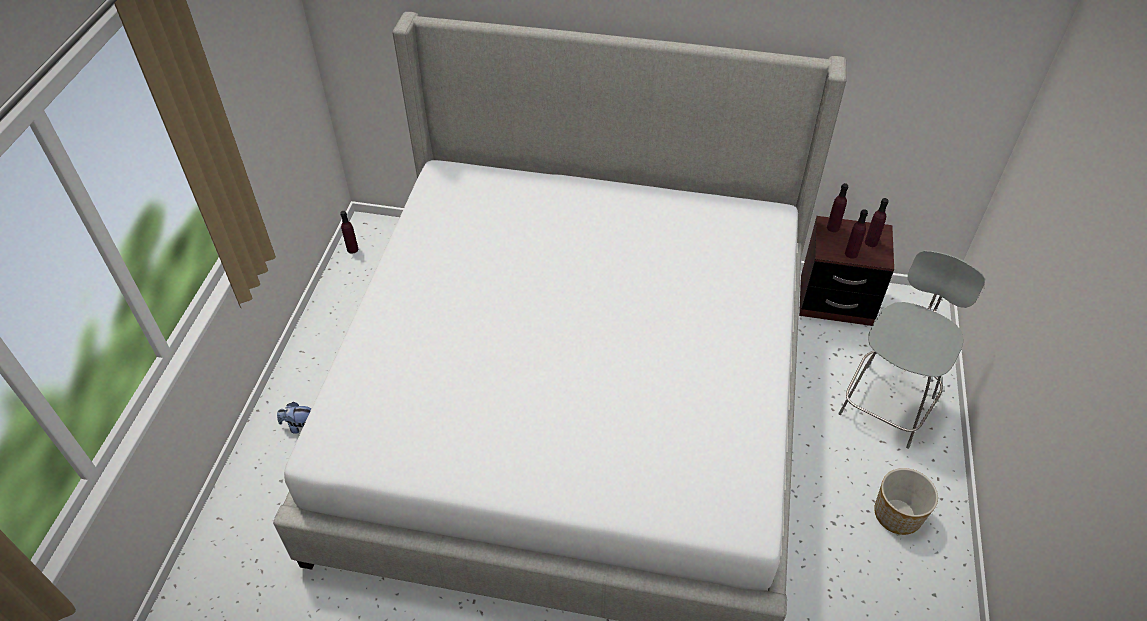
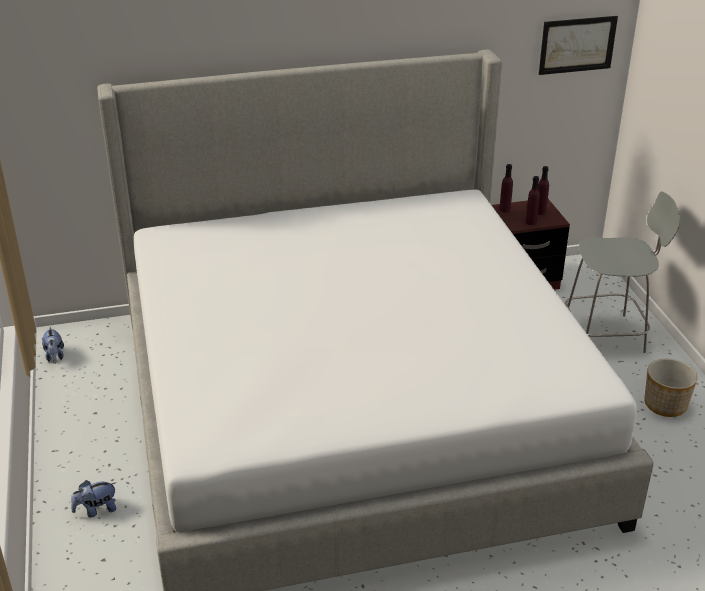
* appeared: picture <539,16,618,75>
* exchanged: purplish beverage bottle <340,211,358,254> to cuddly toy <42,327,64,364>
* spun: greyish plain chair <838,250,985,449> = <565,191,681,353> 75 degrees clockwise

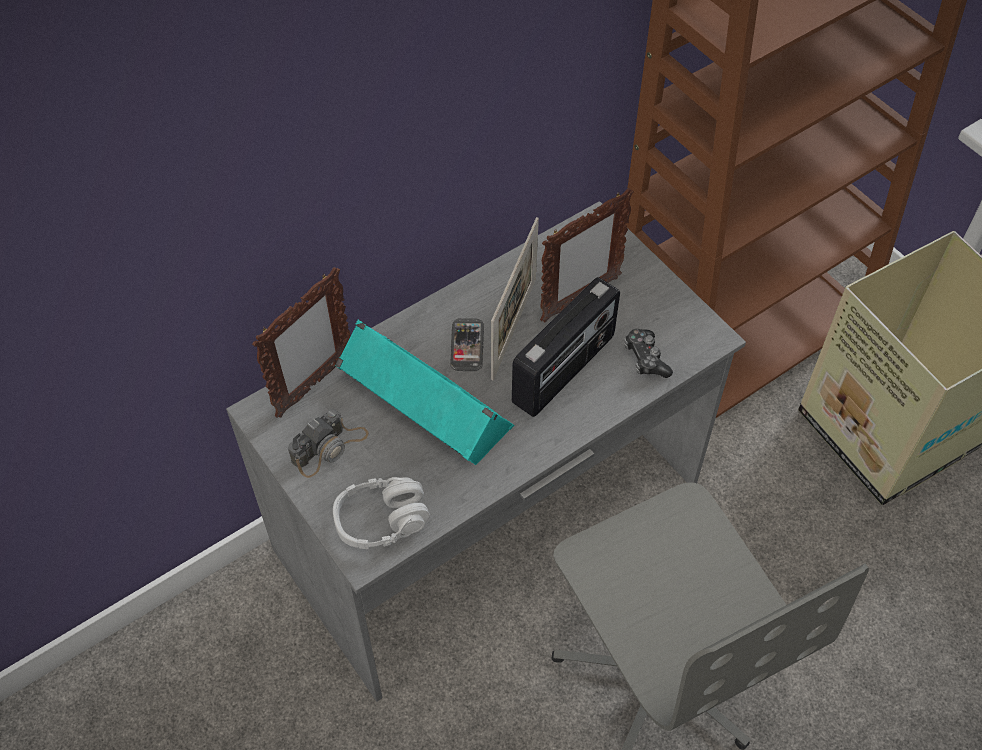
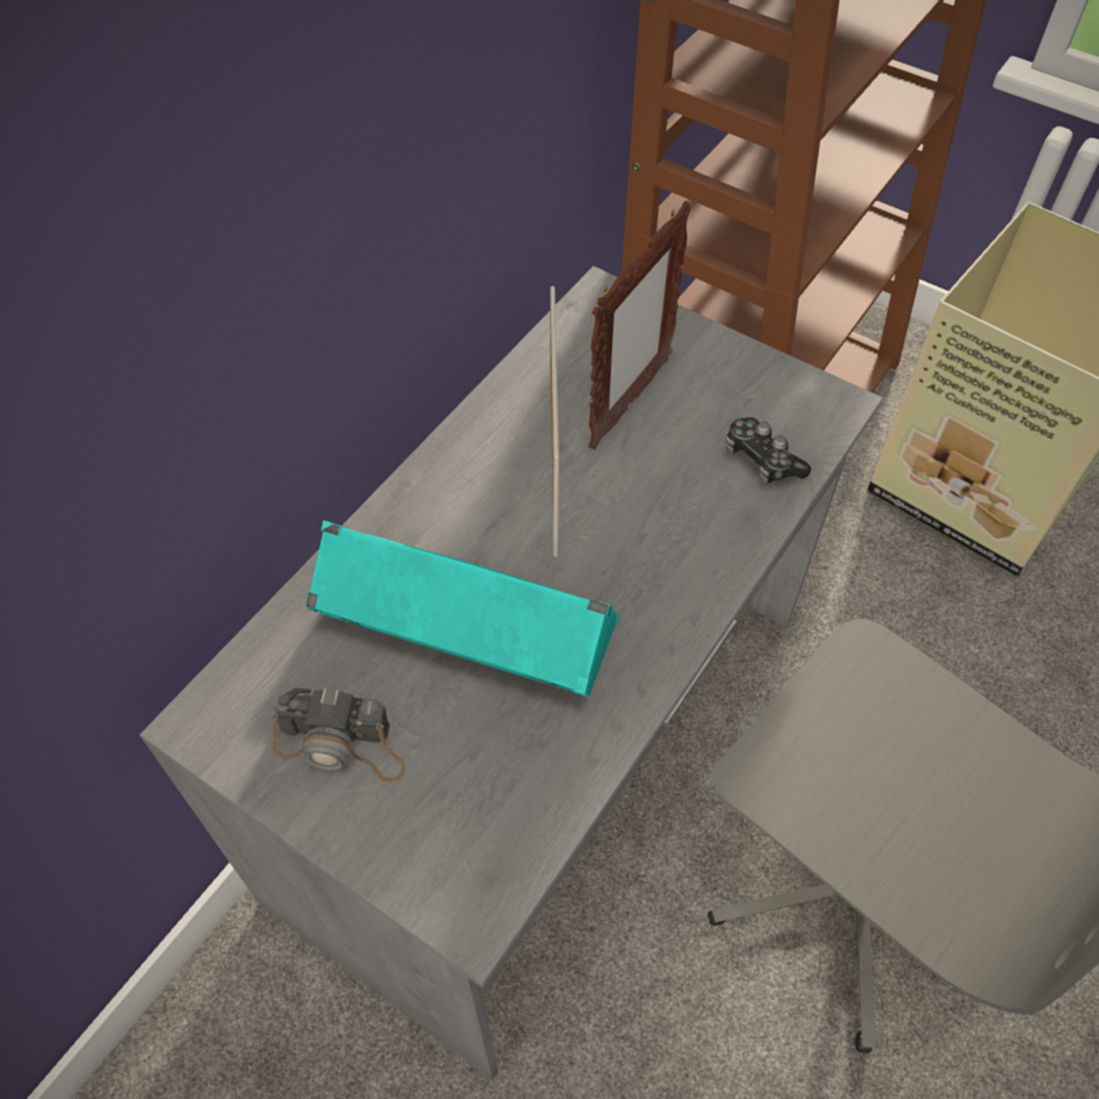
* missing: photo frame <252,267,350,418>
* missing: greyish headphones <333,477,430,549>
* missing: handset <450,318,484,371>
* missing: radio set <512,277,620,417>
* spun: still camera <288,409,369,478> = <271,688,406,783> 75 degrees clockwise

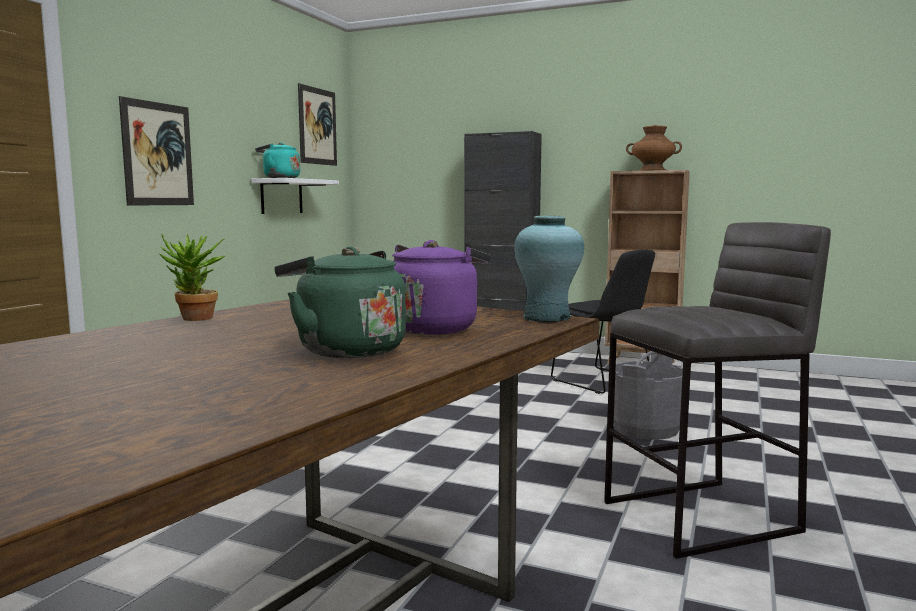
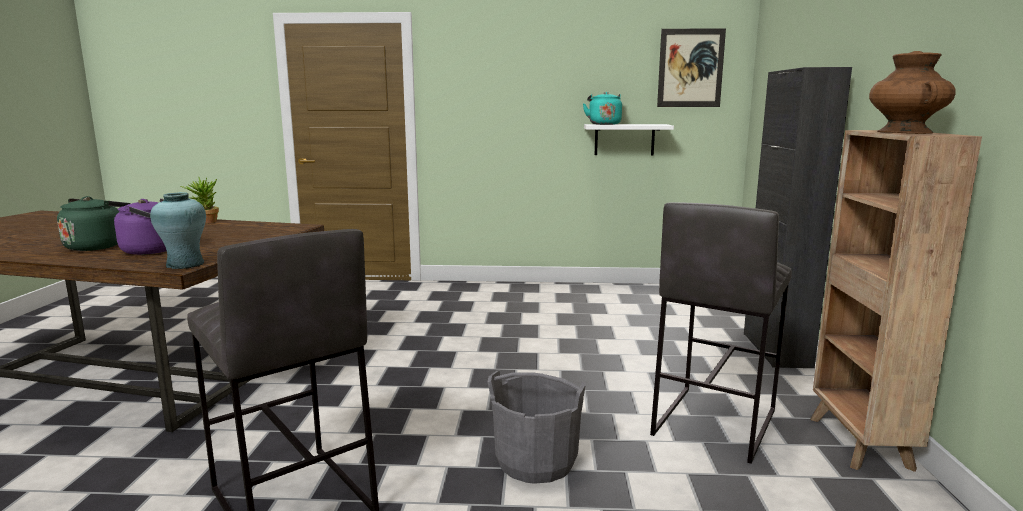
* missing: picture <119,96,194,206>
* exchanged: black-coloured plain chair <551,250,655,394> to greyish stool <650,202,792,464>

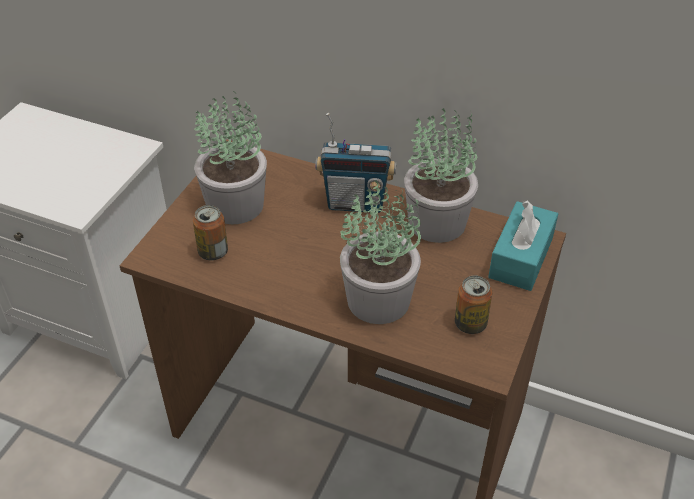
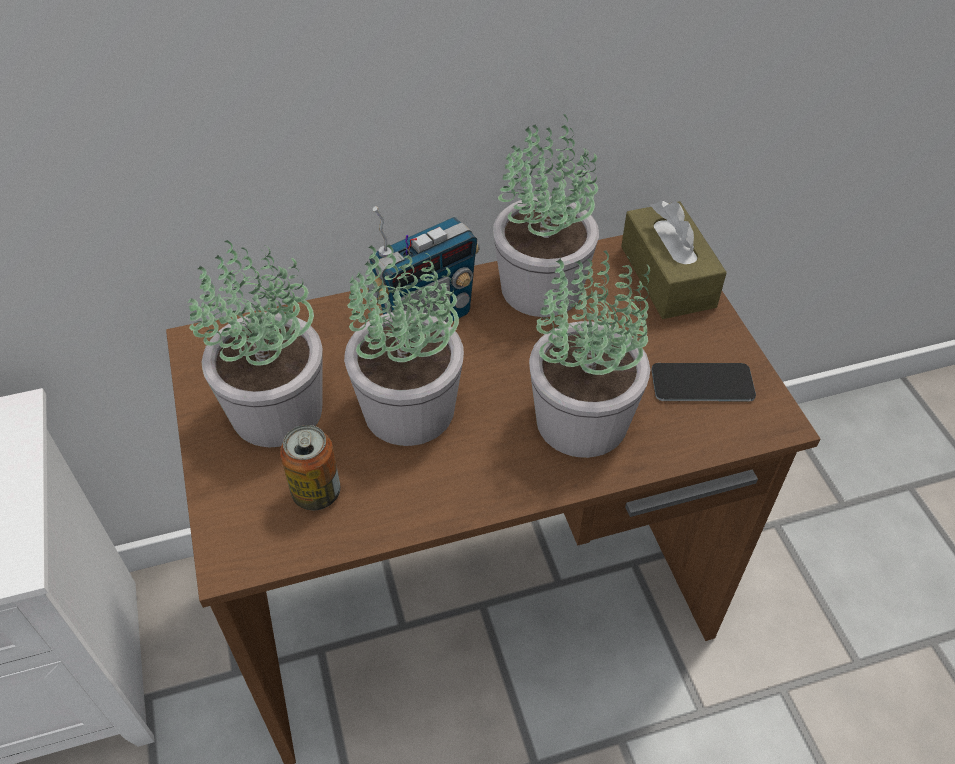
* appeared: houseplant <344,245,464,446>
* exchanged: can <455,275,492,334> to handset <651,363,756,401>
* colour: turquoise-coloured tissue holder <488,200,558,291> to brown tissue holder <621,201,727,319>

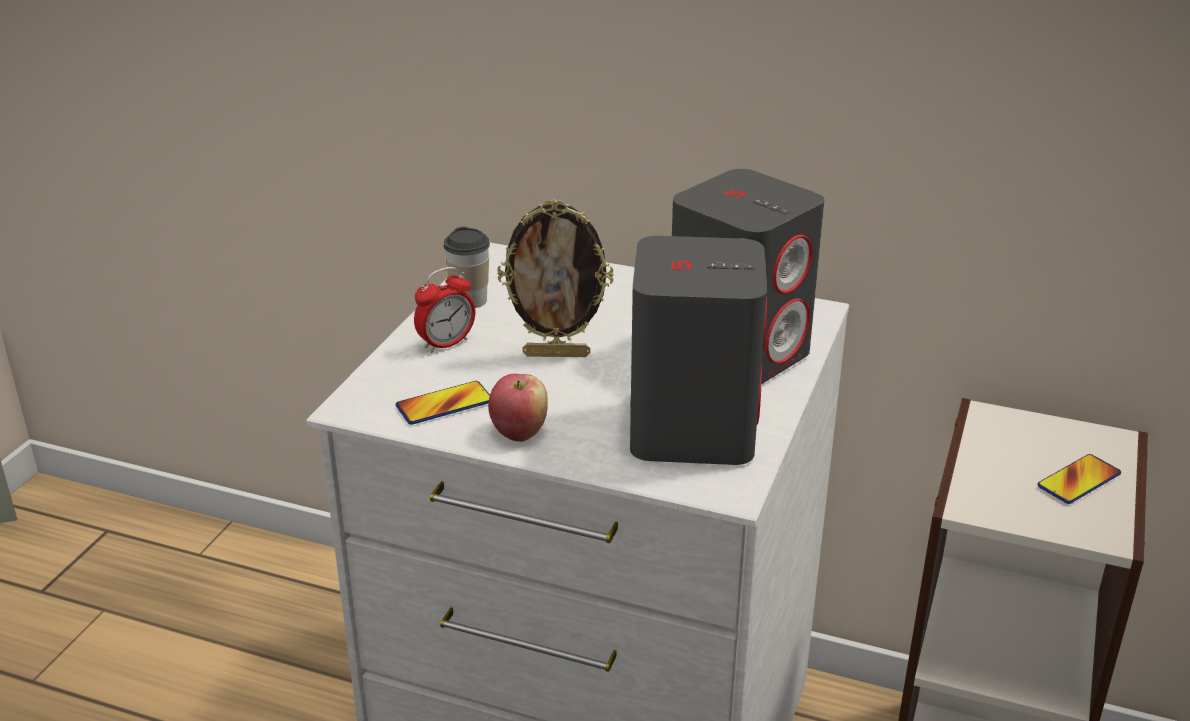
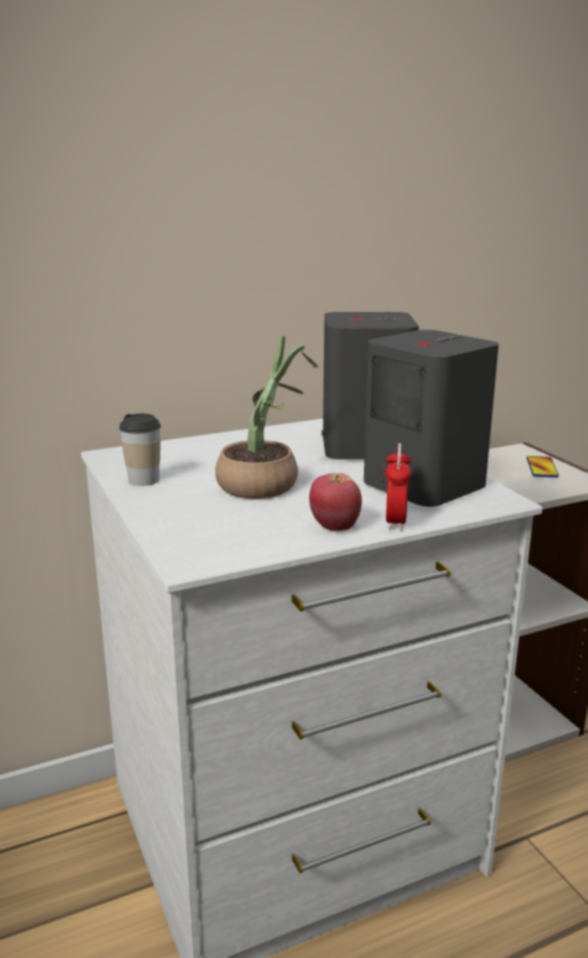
* missing: handset <396,381,490,425>
* relocated: bedside clock <414,267,475,353> to <385,443,412,531>
* exchanged: photo frame <497,199,614,357> to houseplant <215,336,318,499>

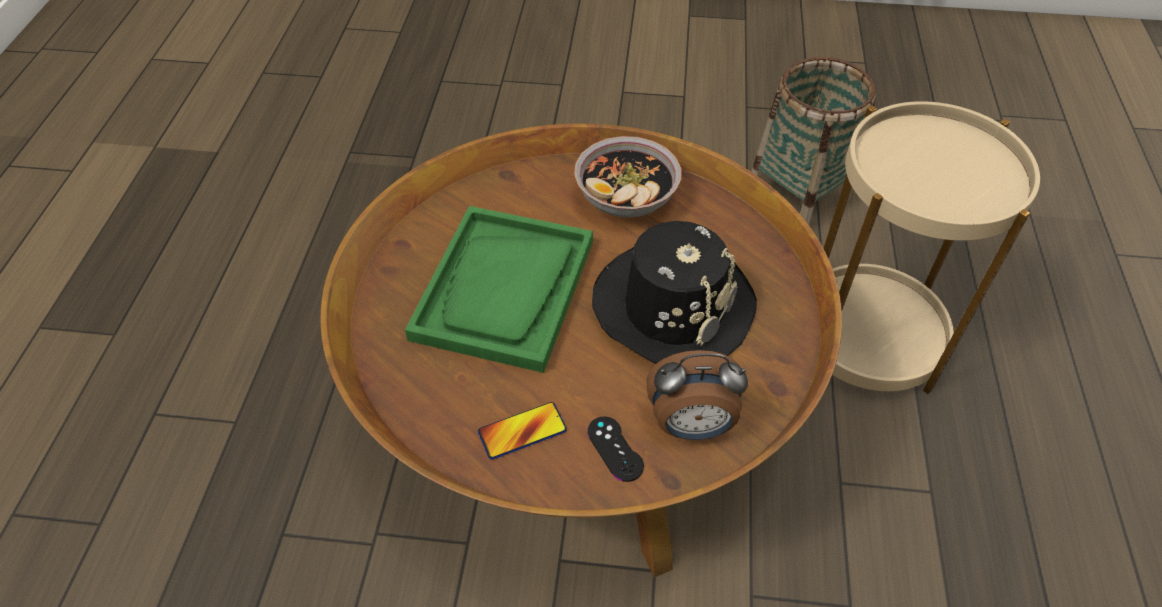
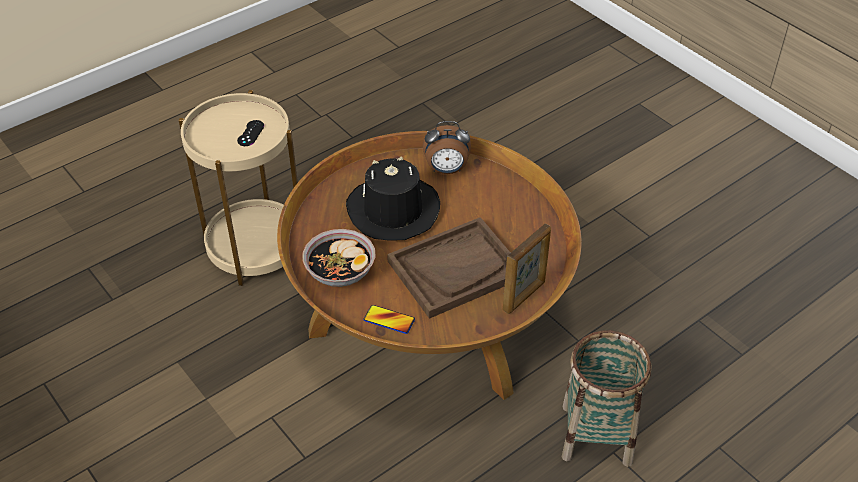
* appeared: photo frame <502,224,551,314>
* relocated: handset <478,402,567,460> to <364,305,415,334>
* relocated: black-coloured joypad <587,416,644,482> to <237,120,264,146>
* relocated: storage basket <752,57,876,225> to <562,330,652,467>
* colour: greenish serving tray <405,206,593,373> to brown serving tray <387,217,511,319>
* spun: bedside clock <646,350,748,440> = <423,121,471,174> 135 degrees clockwise

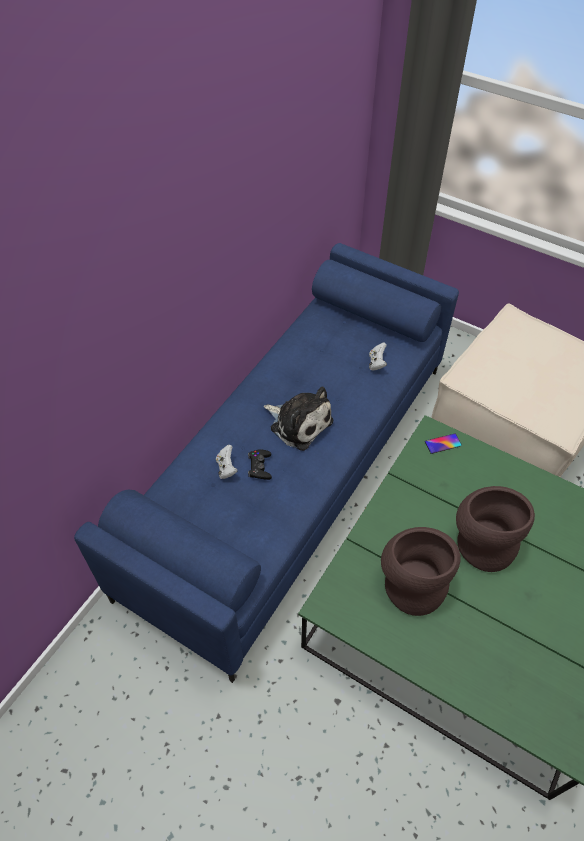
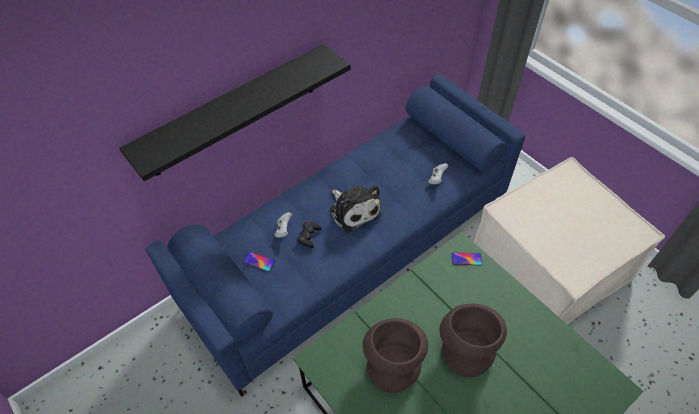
* appeared: black-coloured shelf <119,44,351,181>
* appeared: handset <243,252,275,272>

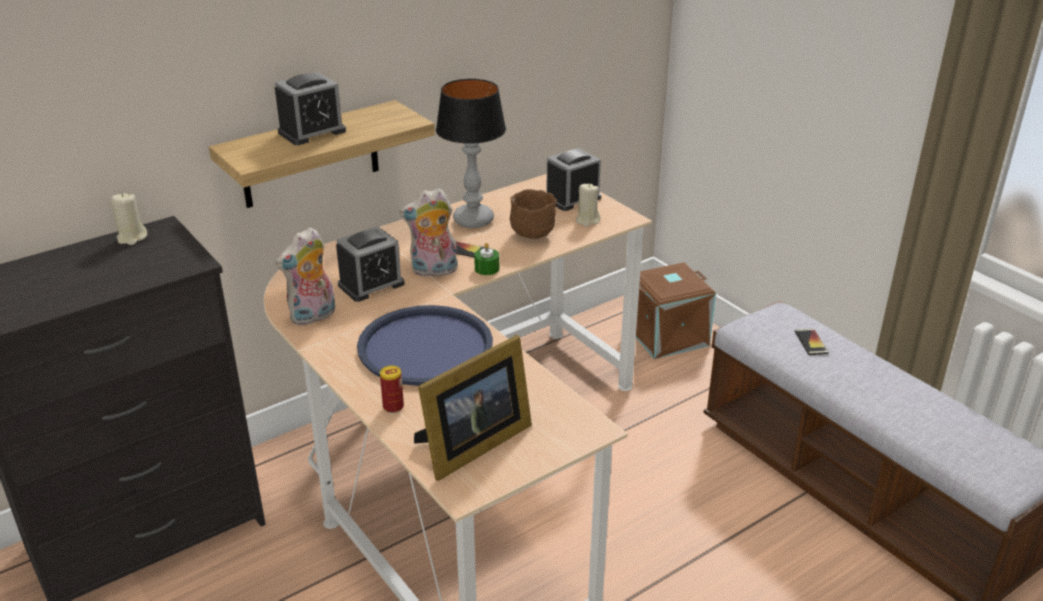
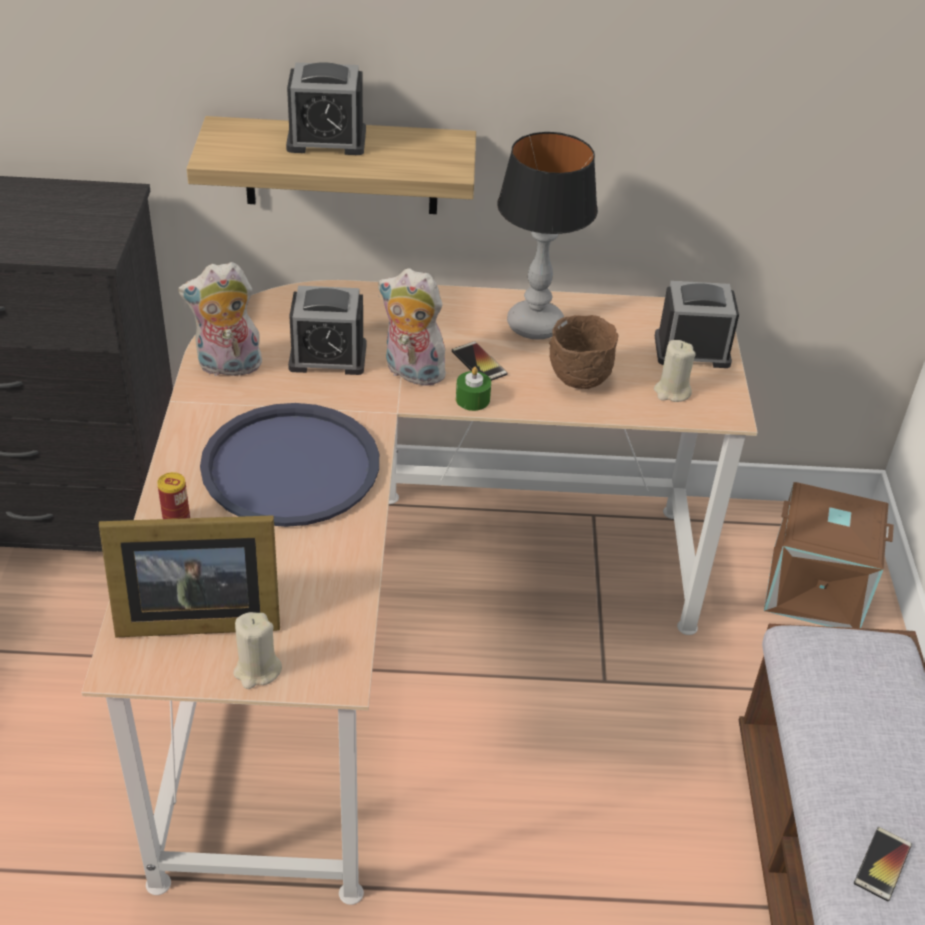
* relocated: sand-coloured candle <110,193,148,245> to <233,612,282,689>
* relocated: handset <795,329,829,355> to <854,827,912,902>

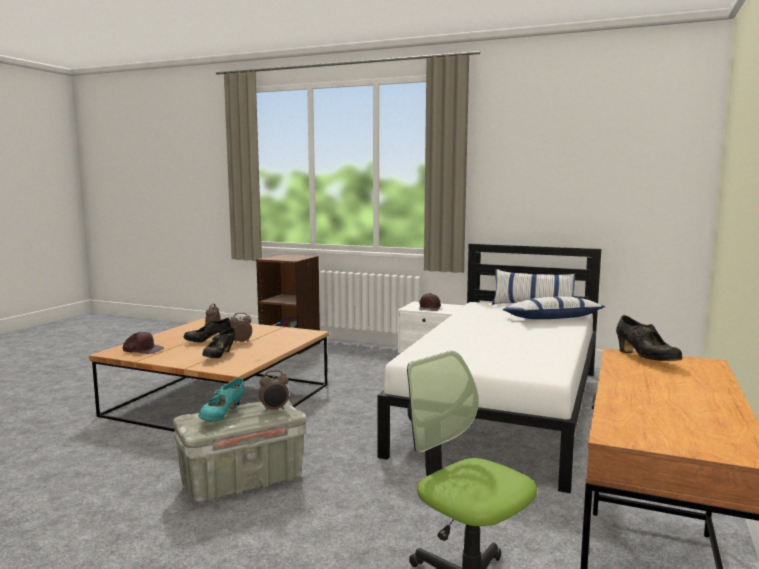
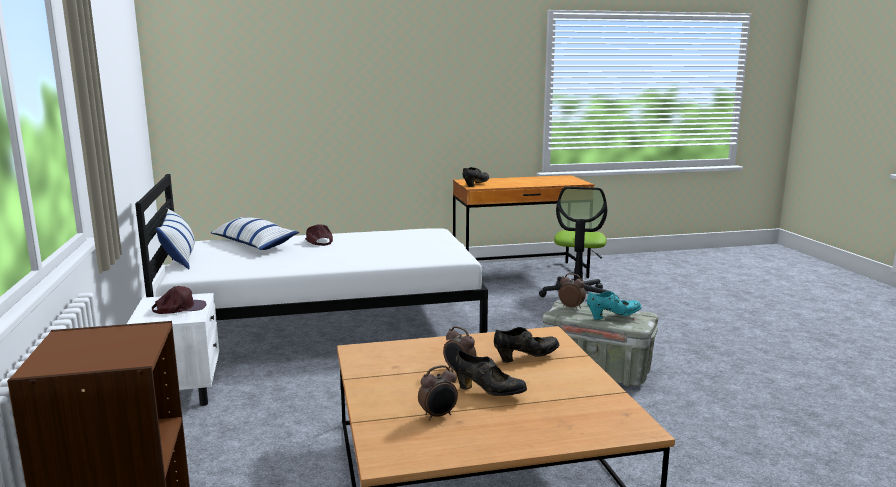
* relocated: brown baseball cap <123,332,164,354> to <305,224,333,246>

